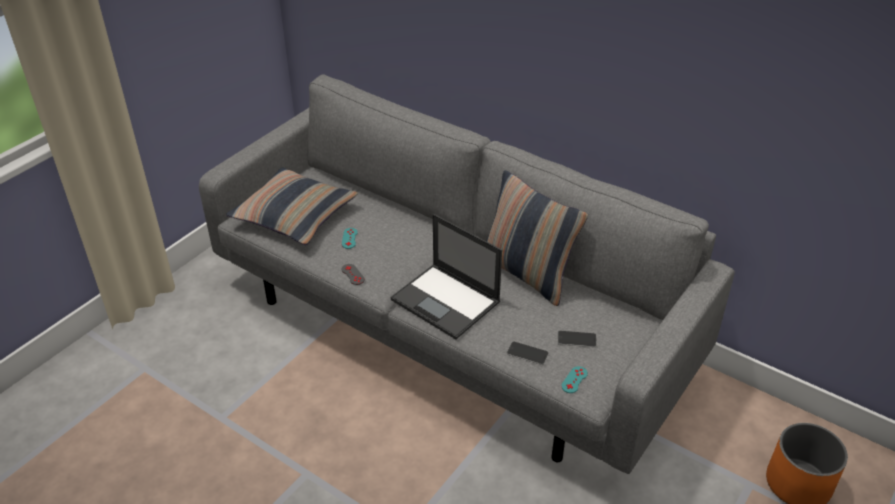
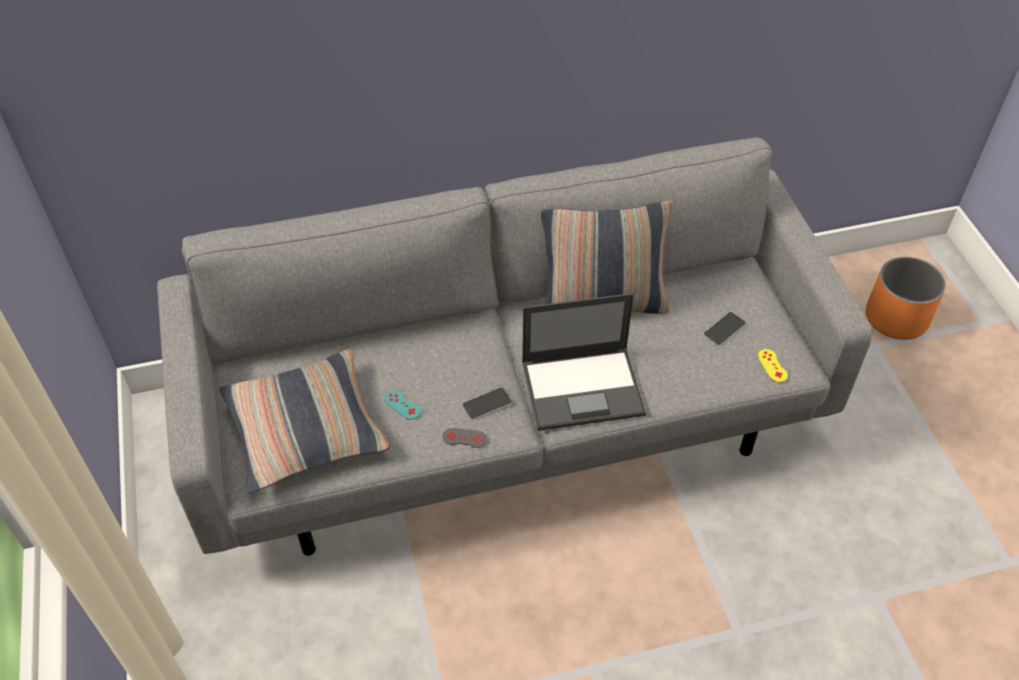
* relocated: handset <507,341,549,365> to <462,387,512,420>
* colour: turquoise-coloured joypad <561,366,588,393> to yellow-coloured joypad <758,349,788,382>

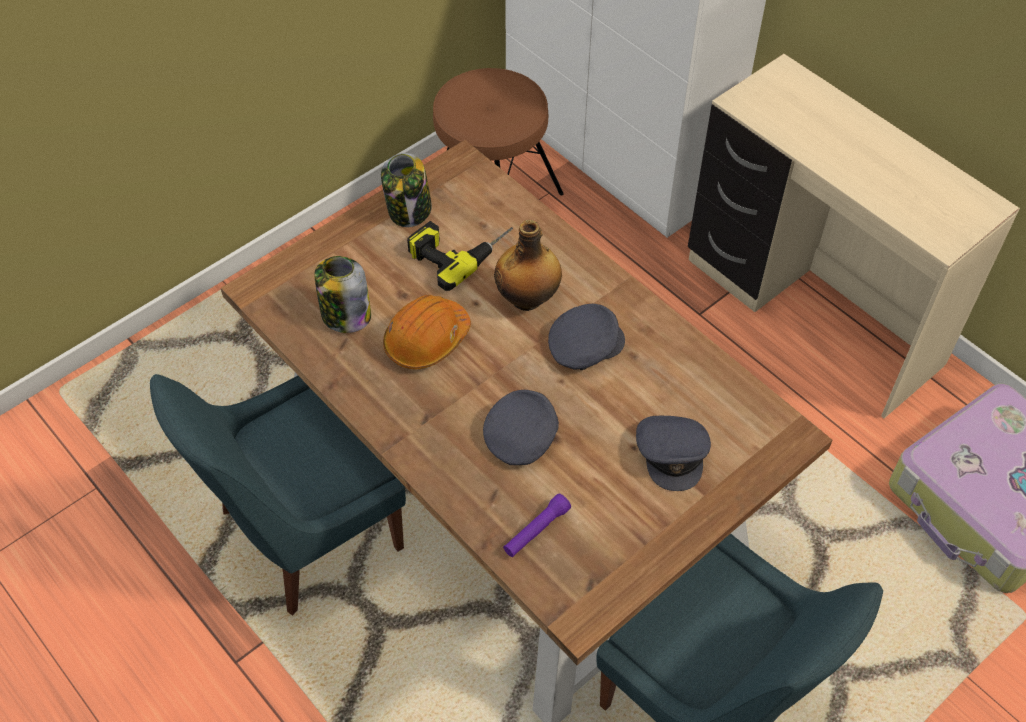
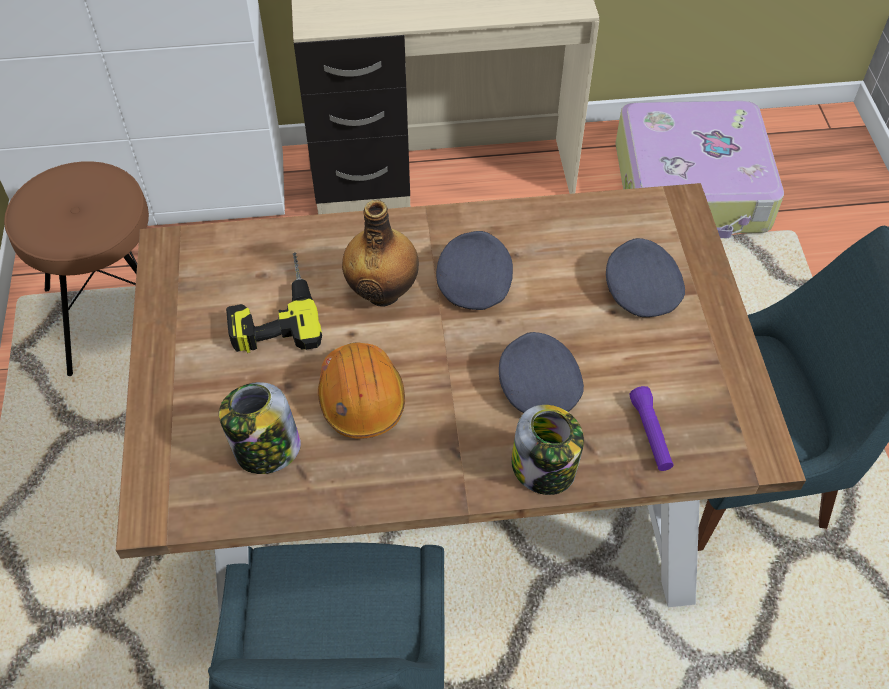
* relocated: preserve jar <381,153,432,227> to <511,405,584,495>
* spun: greyish baseball cap <636,416,711,491> = <606,238,685,317> 135 degrees counterclockwise

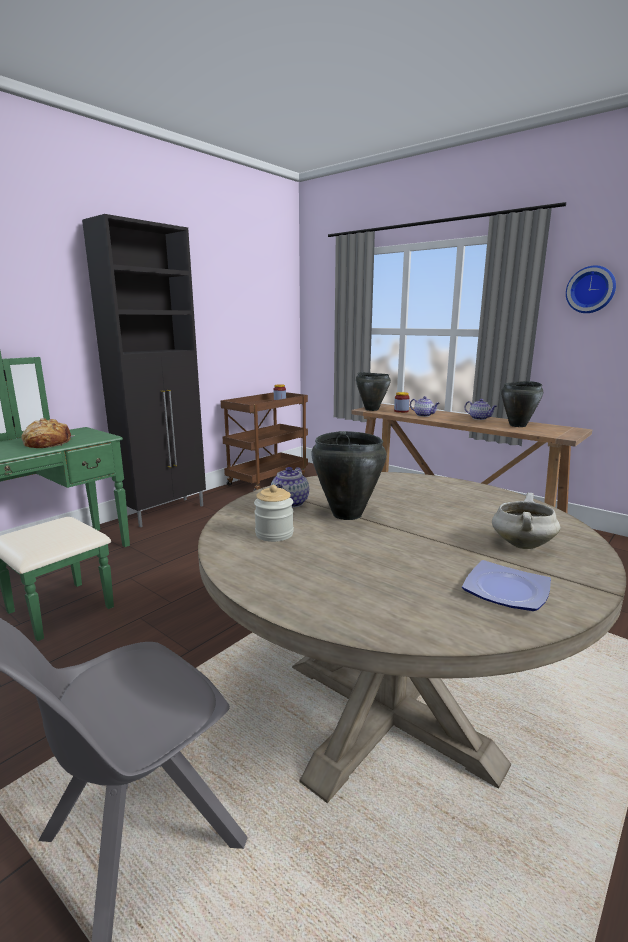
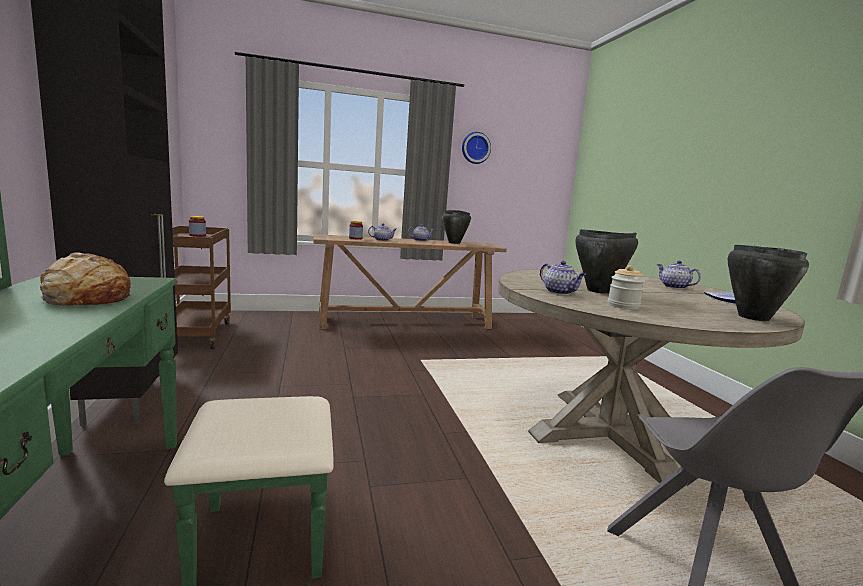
* relocated: black-coloured stockpot <356,372,391,411> to <728,245,809,321>
* exchanged: white-coloured stockpot <492,493,560,549> to pot for tea <657,261,701,289>

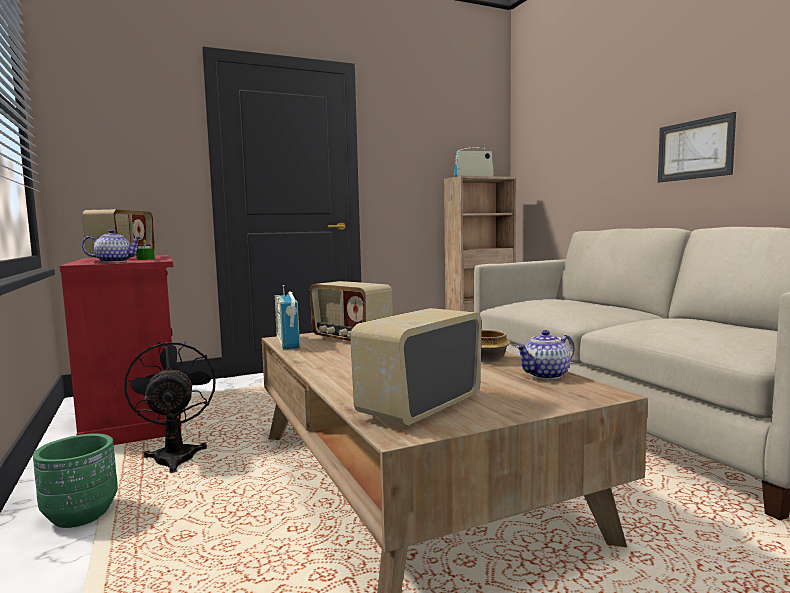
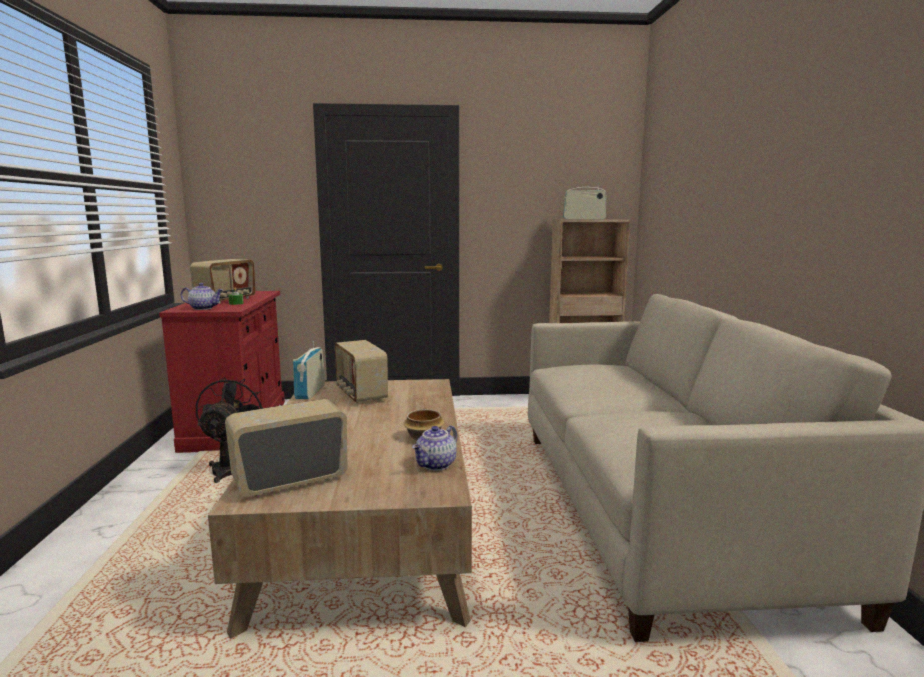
* missing: greenish flower pot <33,433,118,528>
* missing: picture <658,112,736,182>
* spun: pot for tea <516,330,574,380> = <412,425,457,471> 45 degrees counterclockwise

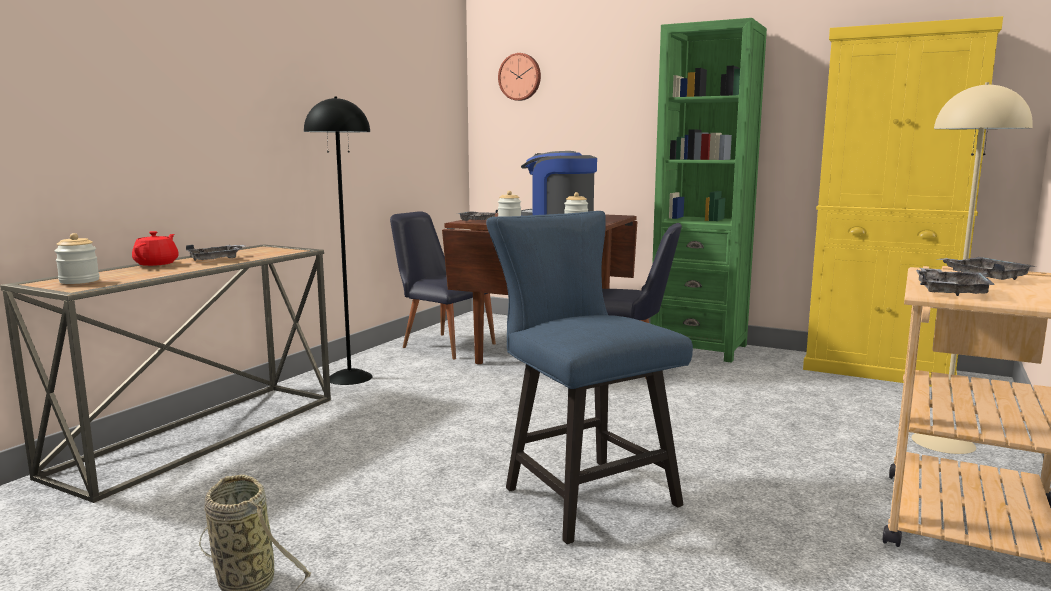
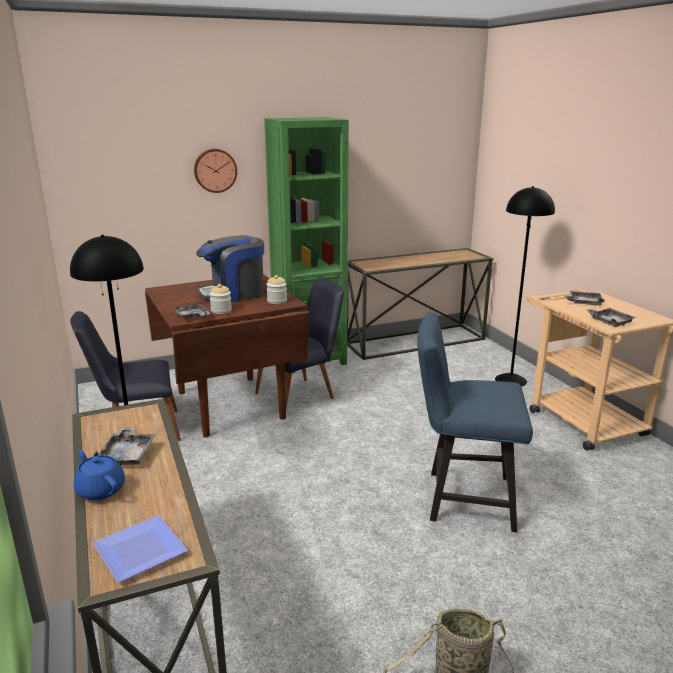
* relocated: clock on the wall <498,53,541,101> to <194,149,237,193>
* exchanged: preserve jar <55,233,99,284> to plate <93,515,188,583>
* exchanged: yellow-coloured cabinet <803,16,1003,387> to narrow table <347,248,493,360>
* colour: red pot for tea <132,231,179,266> to bluish pot for tea <74,449,125,500>
* colour: sand-coloured floor lamp <911,82,1033,454> to black-coloured floor lamp <495,186,555,387>

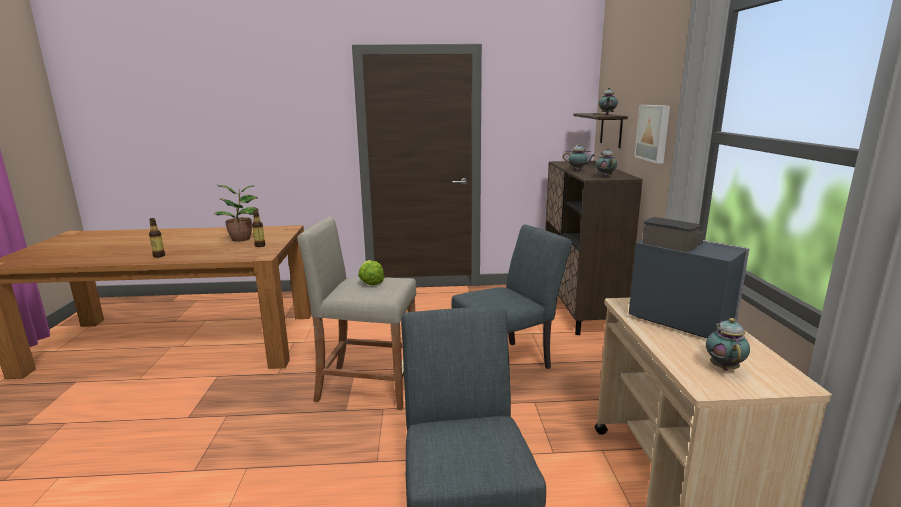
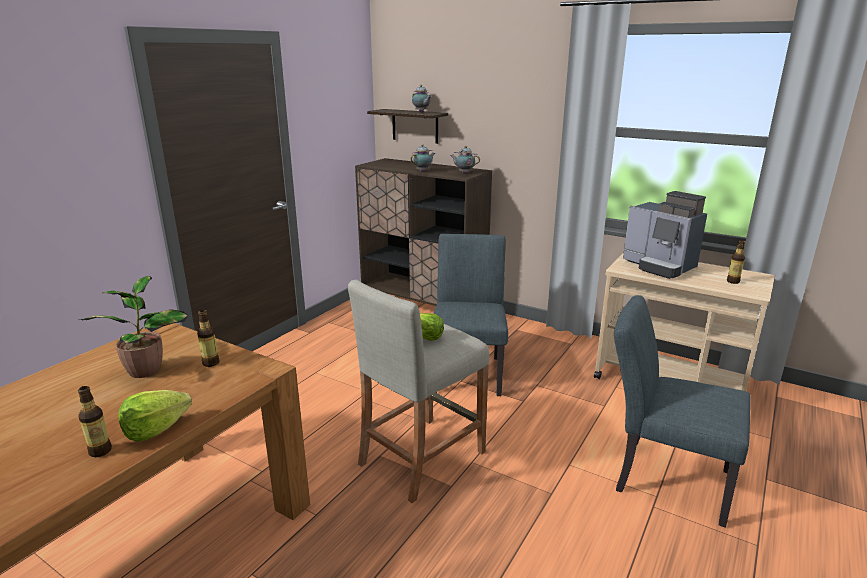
* missing: picture <634,105,670,164>
* appeared: lettuce <118,390,192,442>
* exchanged: pot for tea <706,318,750,371> to beverage bottle <727,240,745,284>
* spun: coffee machine <629,217,750,338> = <623,191,707,279> 120 degrees counterclockwise

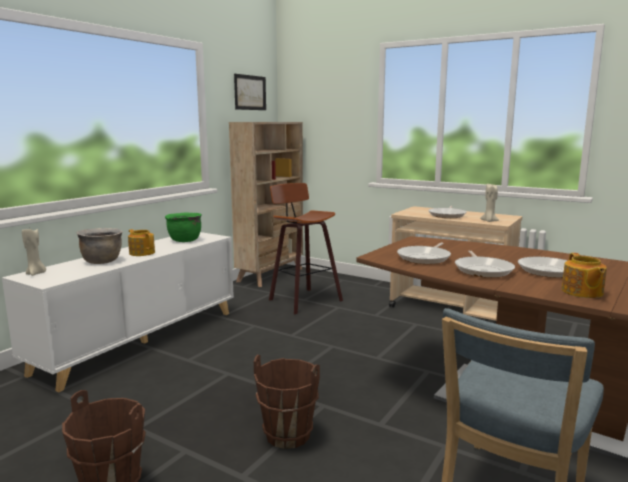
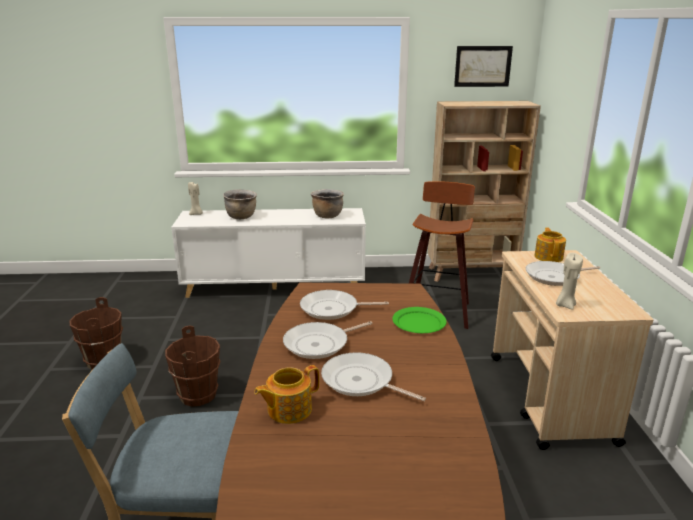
* appeared: greenish plate <392,307,447,333>
* relocated: pot for tea <128,229,155,256> to <534,228,566,262>
* colour: greenish stockpot <165,213,202,242> to brown stockpot <311,189,344,218>

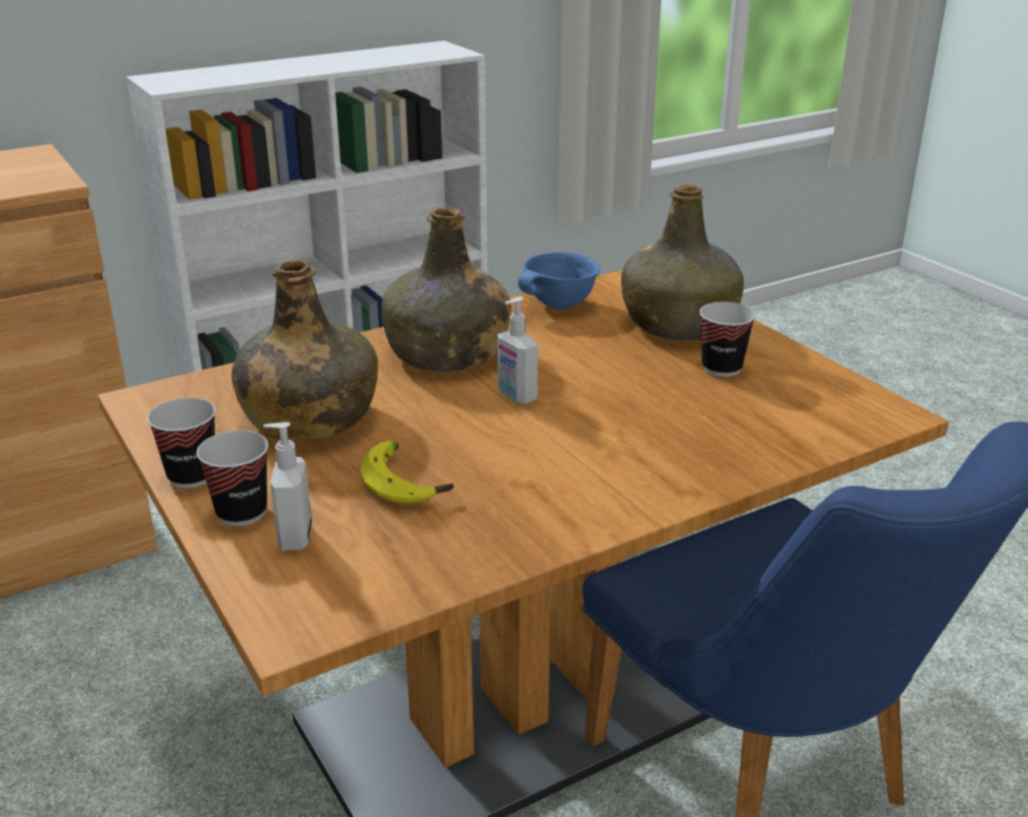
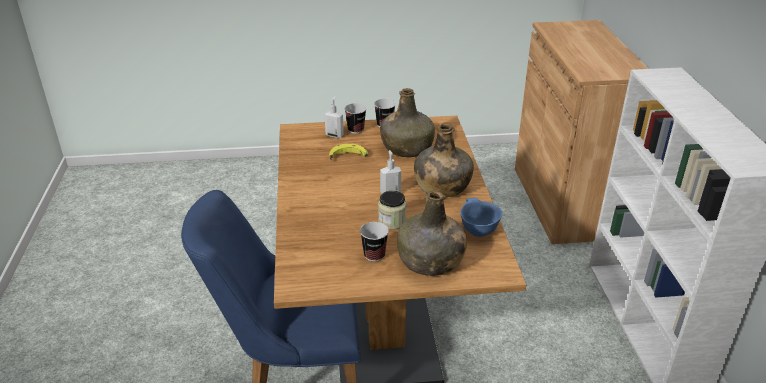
* appeared: preserve jar <378,191,406,230>

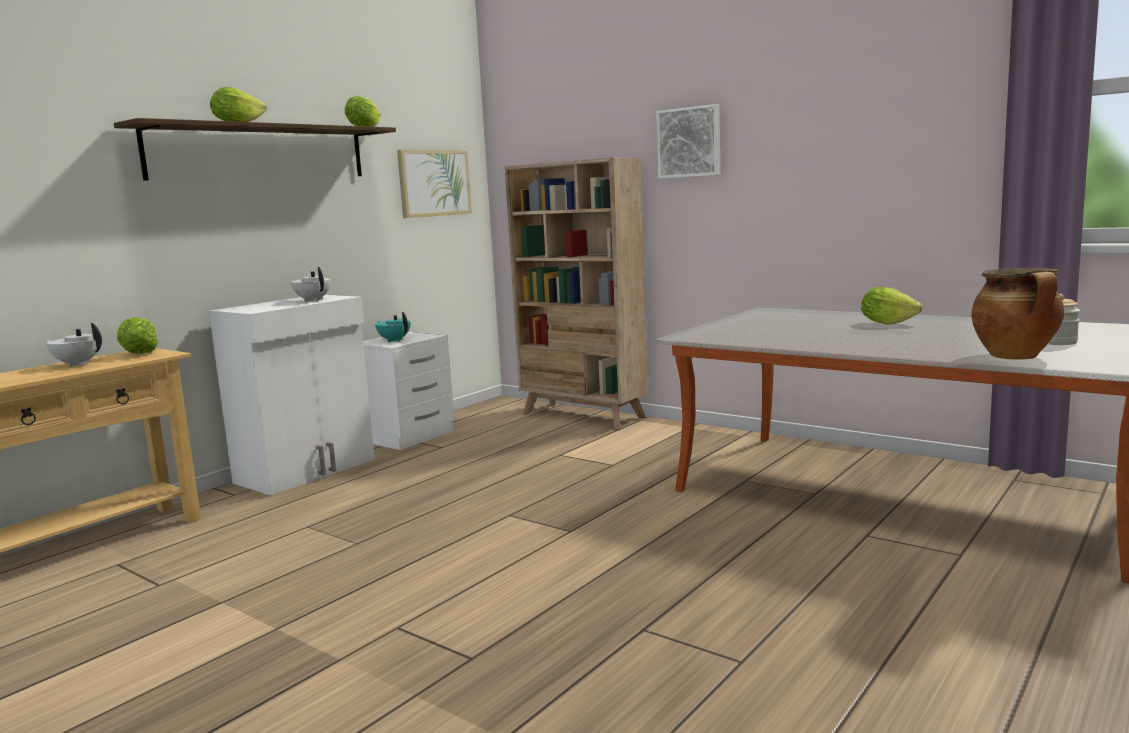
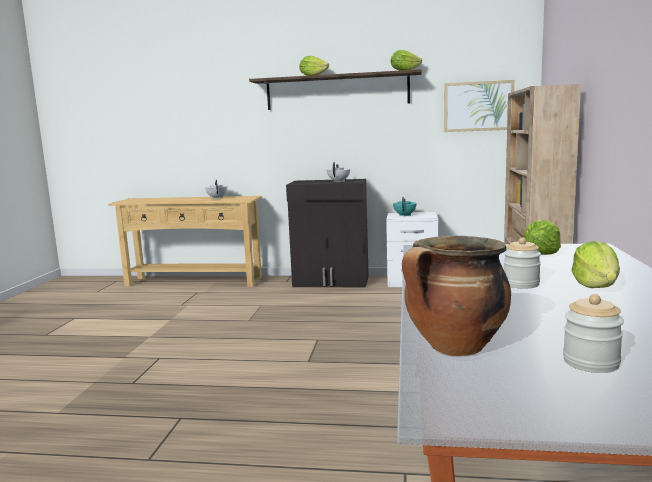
* missing: picture <656,104,720,179>
* appeared: preserve jar <503,237,541,288>
* relocated: lettuce <117,317,158,354> to <523,220,561,255>
* colour: white-coloured cabinet <209,295,375,496> to black-coloured cabinet <286,179,369,287>

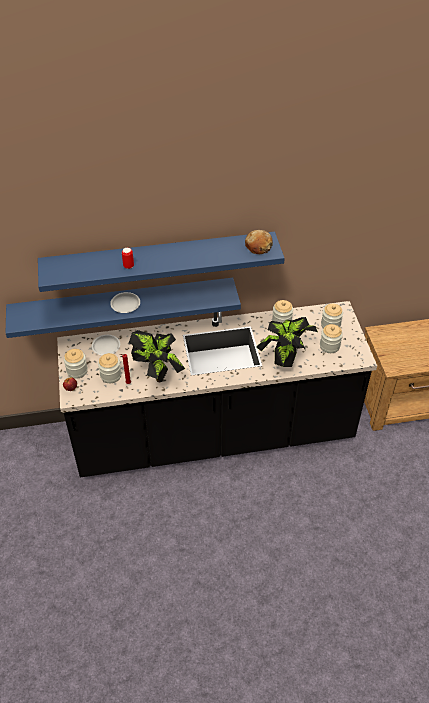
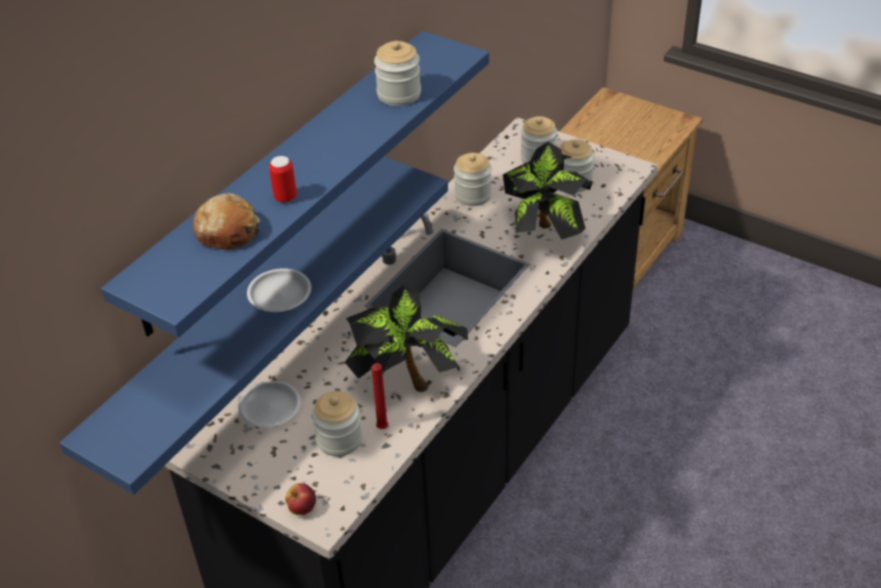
* relocated: preserve jar <64,349,88,379> to <374,41,421,106>
* relocated: bakery bread <245,230,273,254> to <193,193,260,250>

